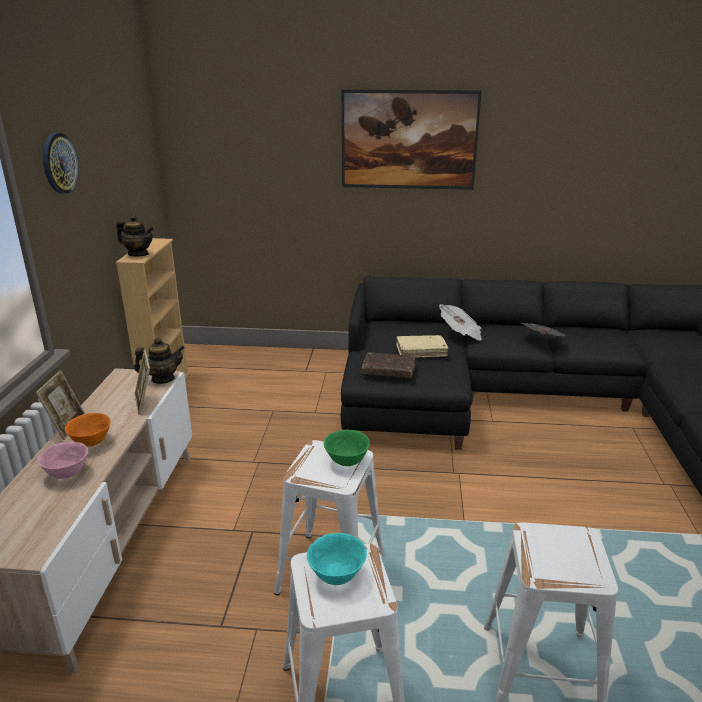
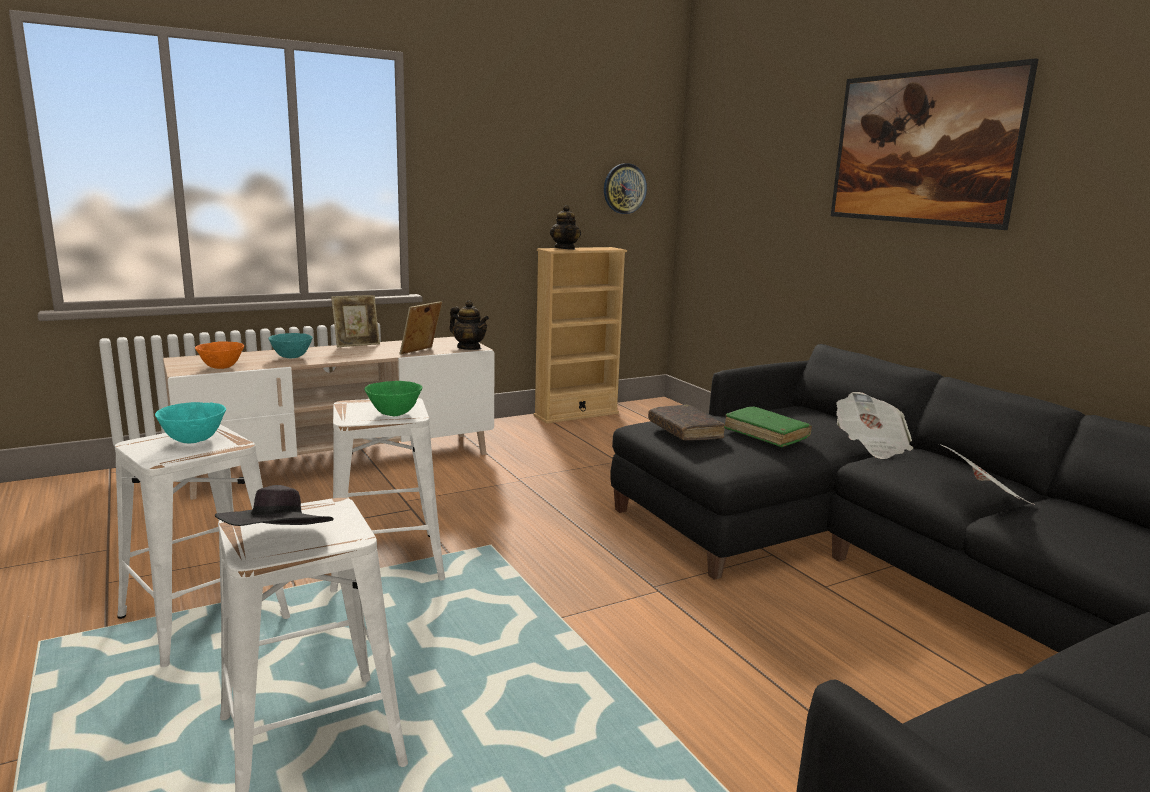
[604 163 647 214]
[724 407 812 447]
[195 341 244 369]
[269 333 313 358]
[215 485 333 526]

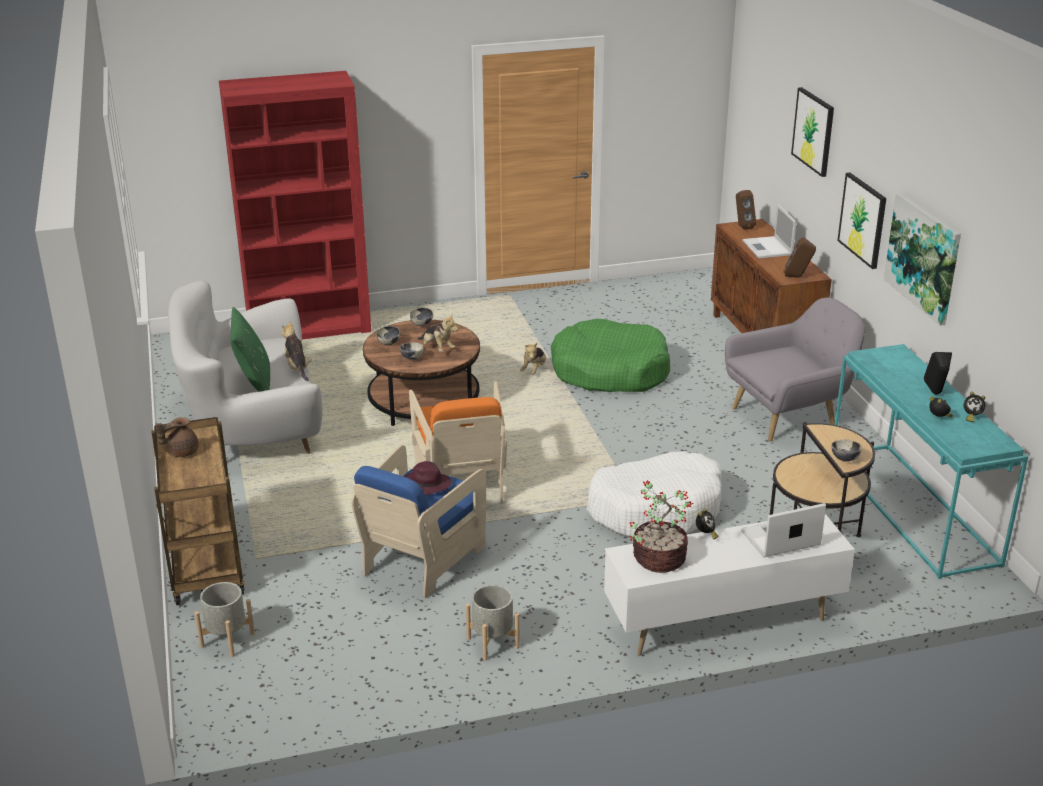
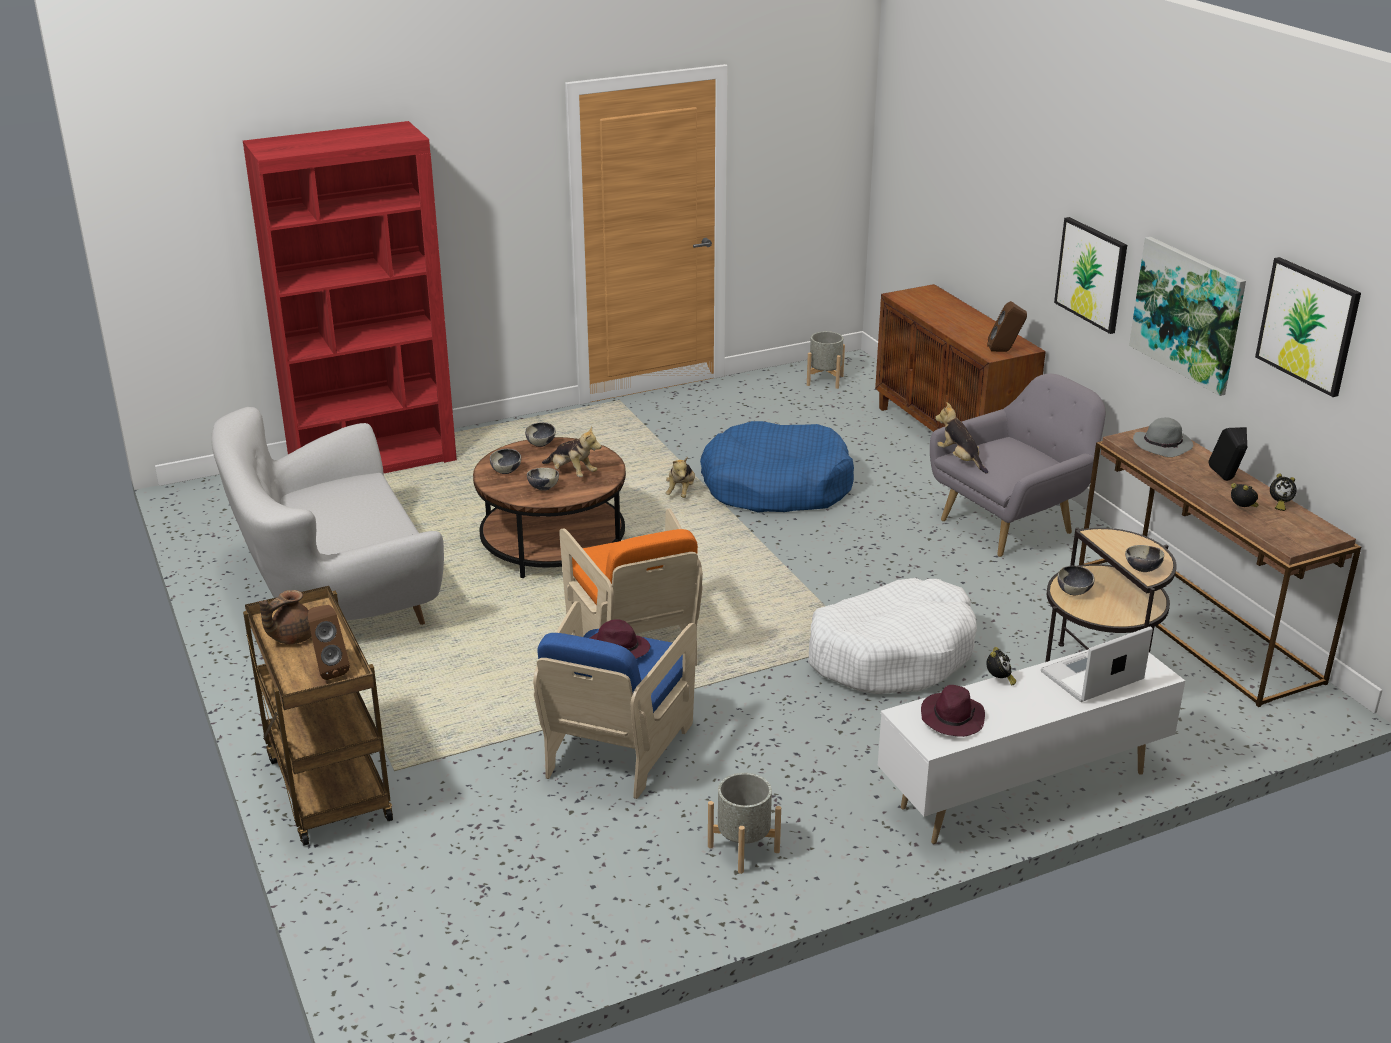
[1255 257 1361 397]
[308 605 350 680]
[742 205 797 258] (first image)
[230 307 270 392] (first image)
[700 421 854 513]
[935 402 988 474]
[1079 426 1361 707]
[921 685 985 737]
[807 331 845 389]
[1133 417 1194 457]
[1058 566 1094 595]

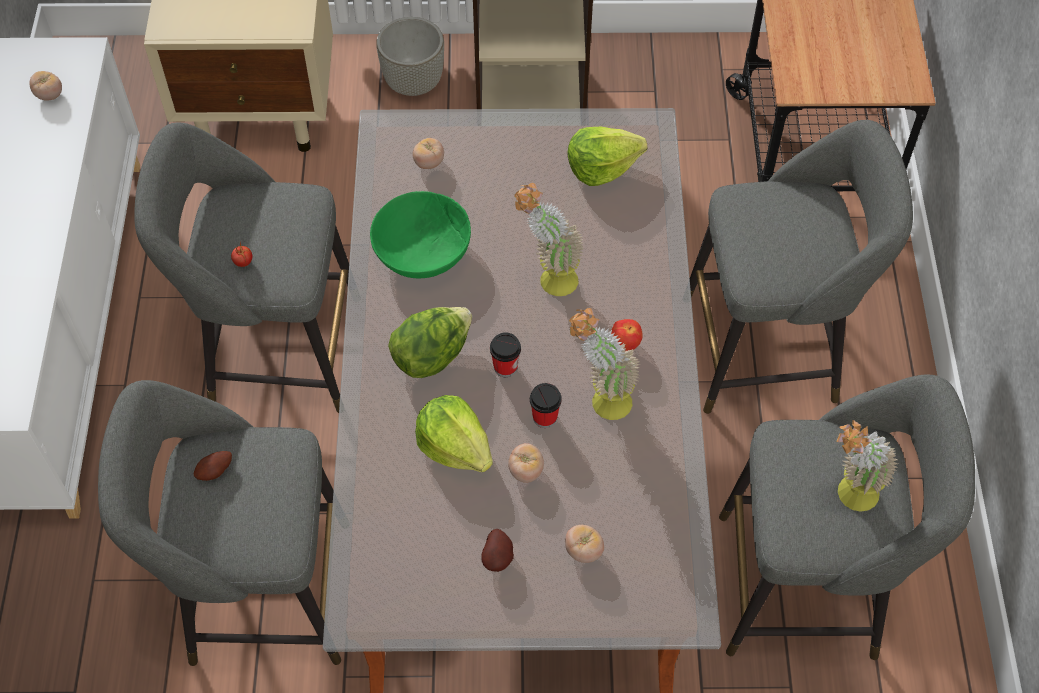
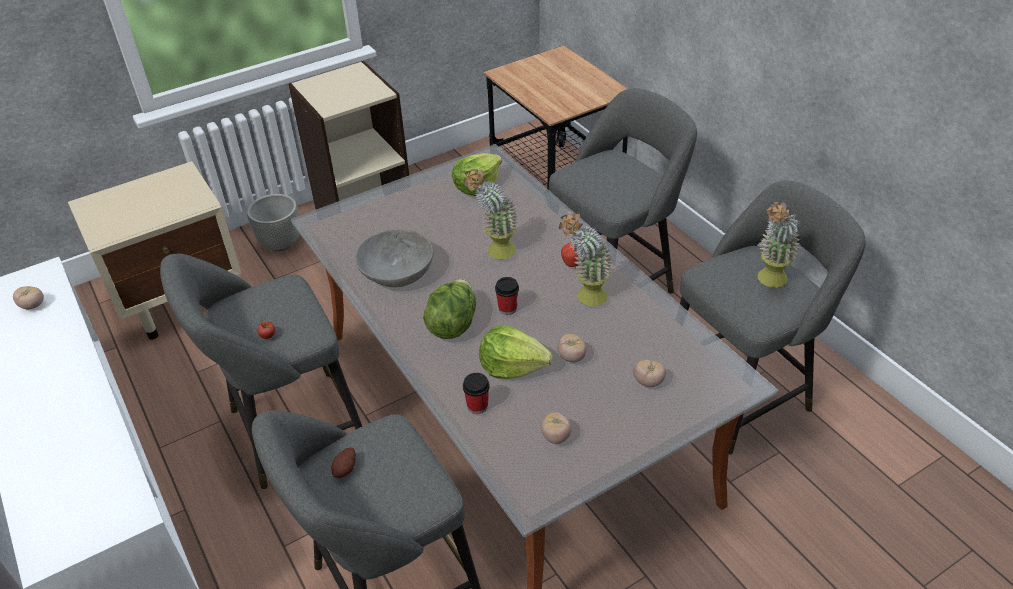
[541 412 572 444]
[355 229 433 287]
[463 373 490 414]
[481 529 514 572] (first image)

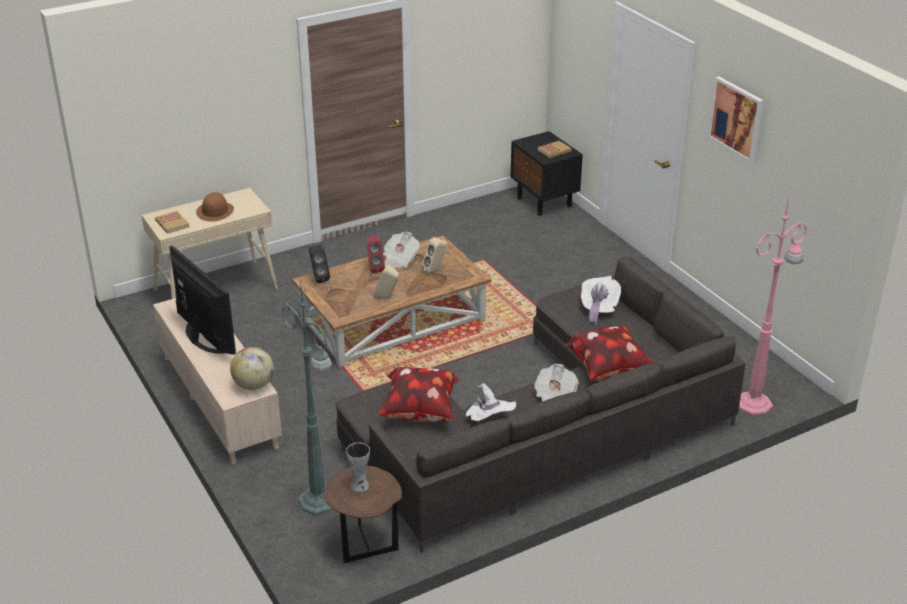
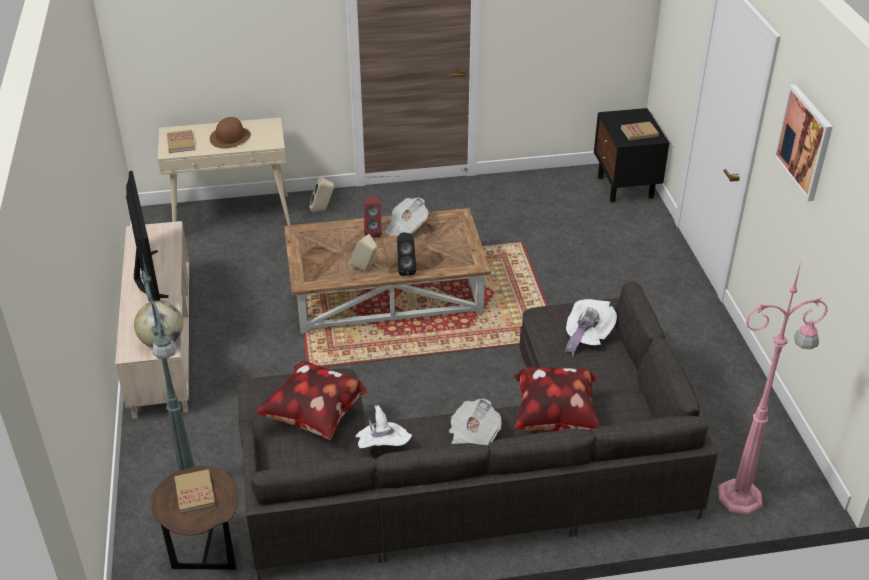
[309 177 334 212]
[397 232 416 276]
[174 469 216 514]

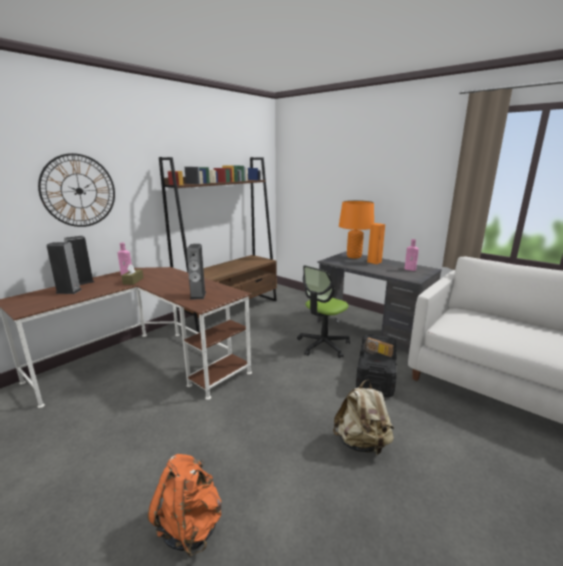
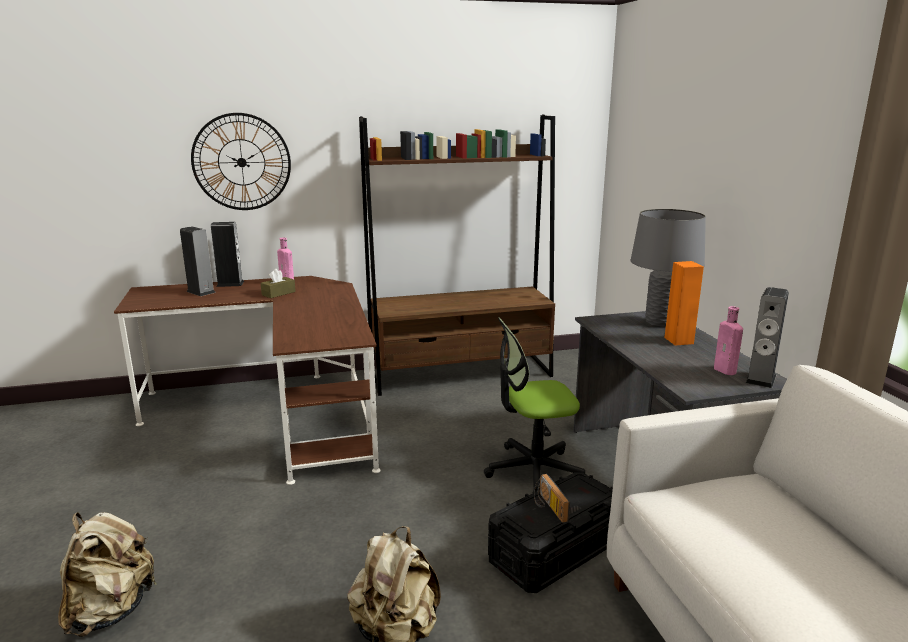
[631 209 706 327]
[746 287 789 388]
[58 512 157 637]

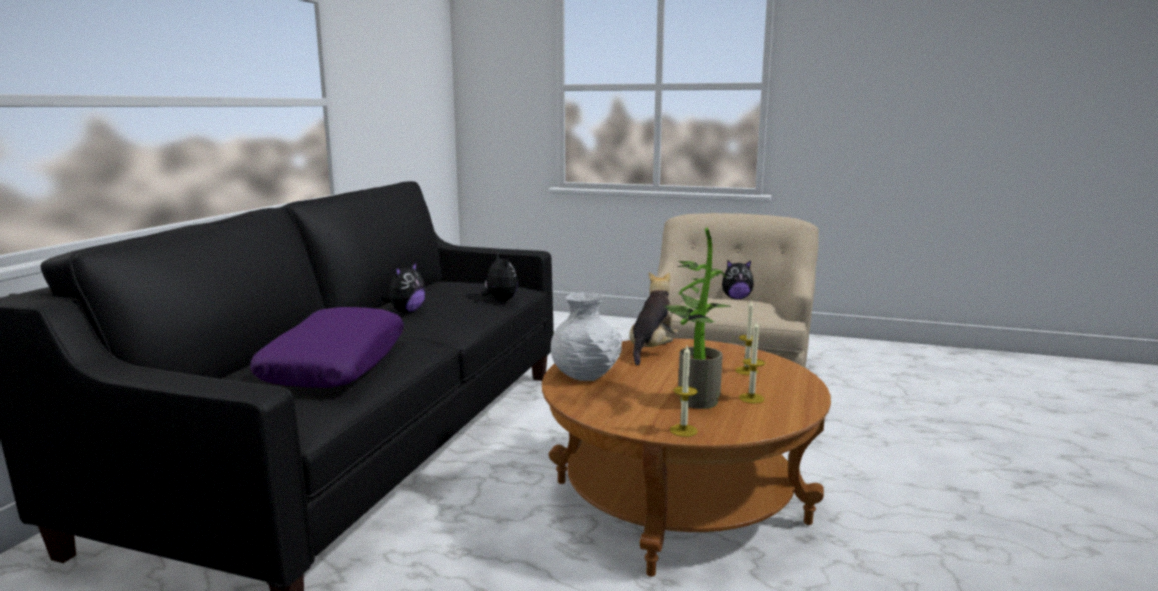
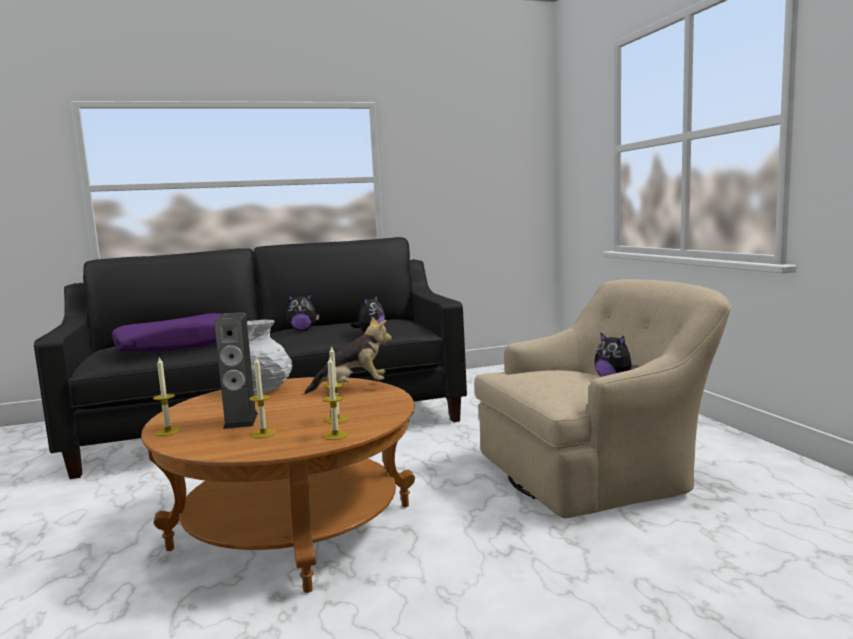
[214 312 258 429]
[322 357 348 440]

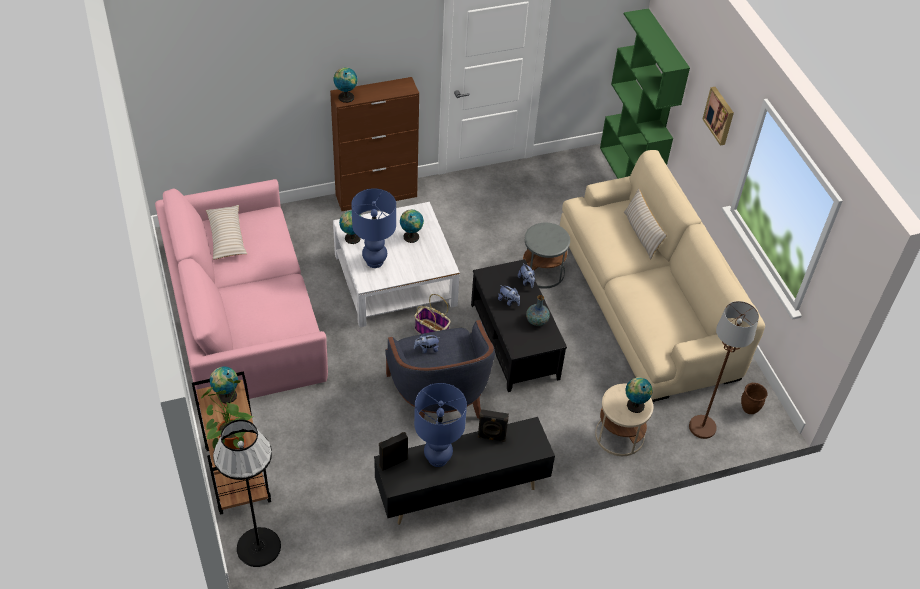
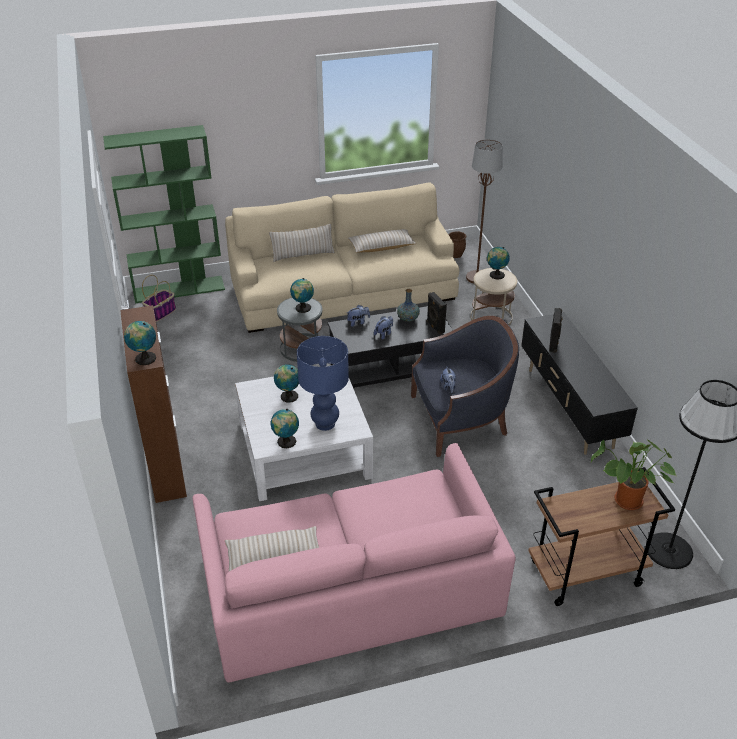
[703 87 734 146] (first image)
[142 275 176 322]
[290 278 314 313]
[414 383 467 467] (first image)
[427 292 447 334]
[348 229 416 253]

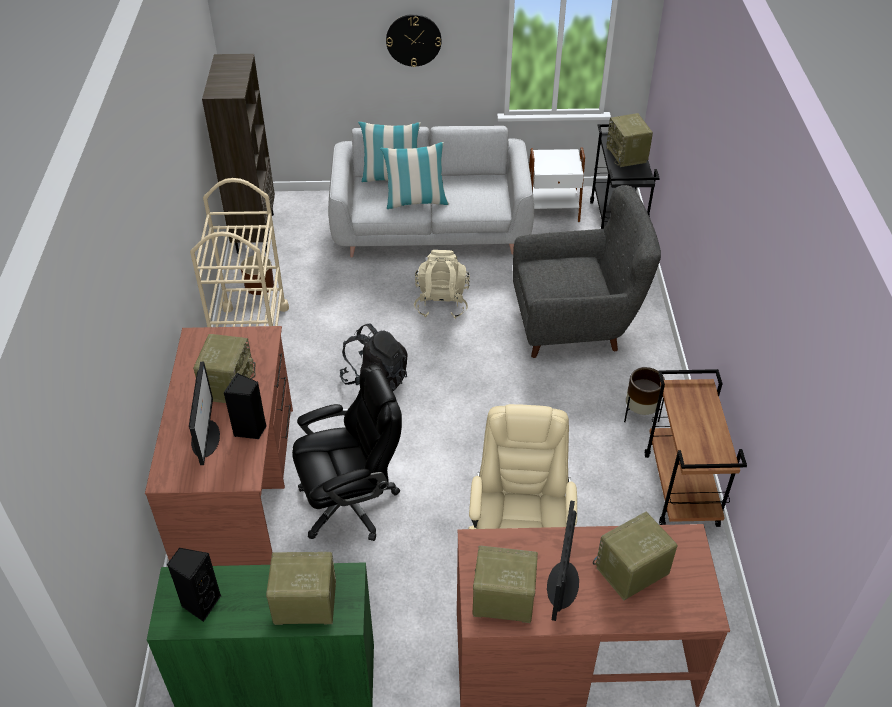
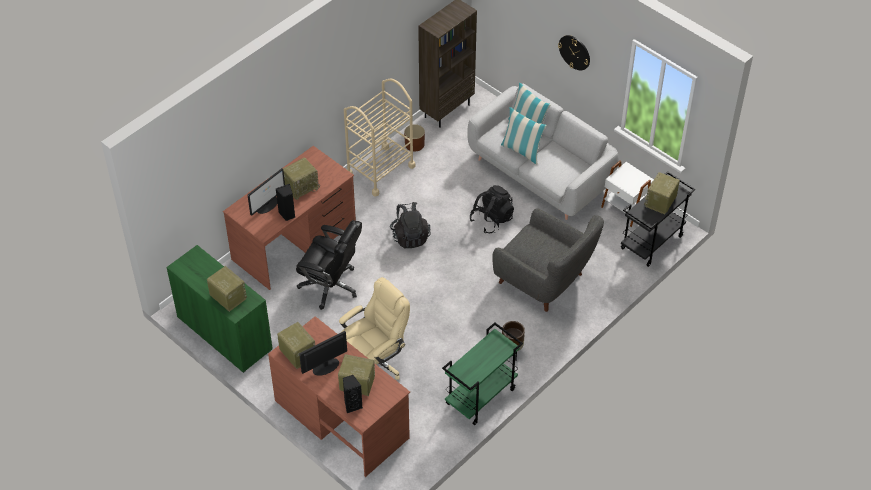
[469 185 514 233]
[442 322 523 425]
[343 375 363 413]

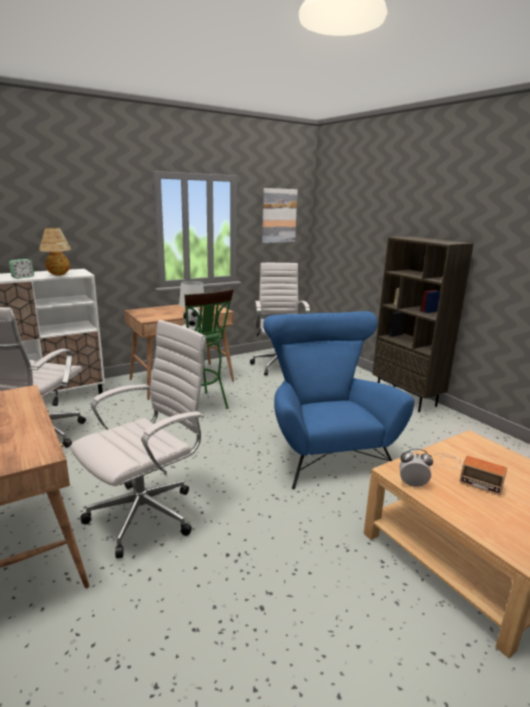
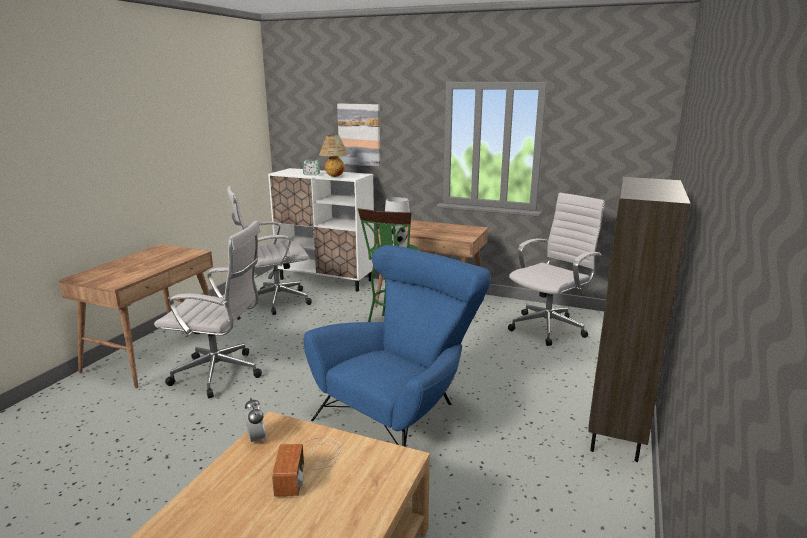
[337 104 380 166]

